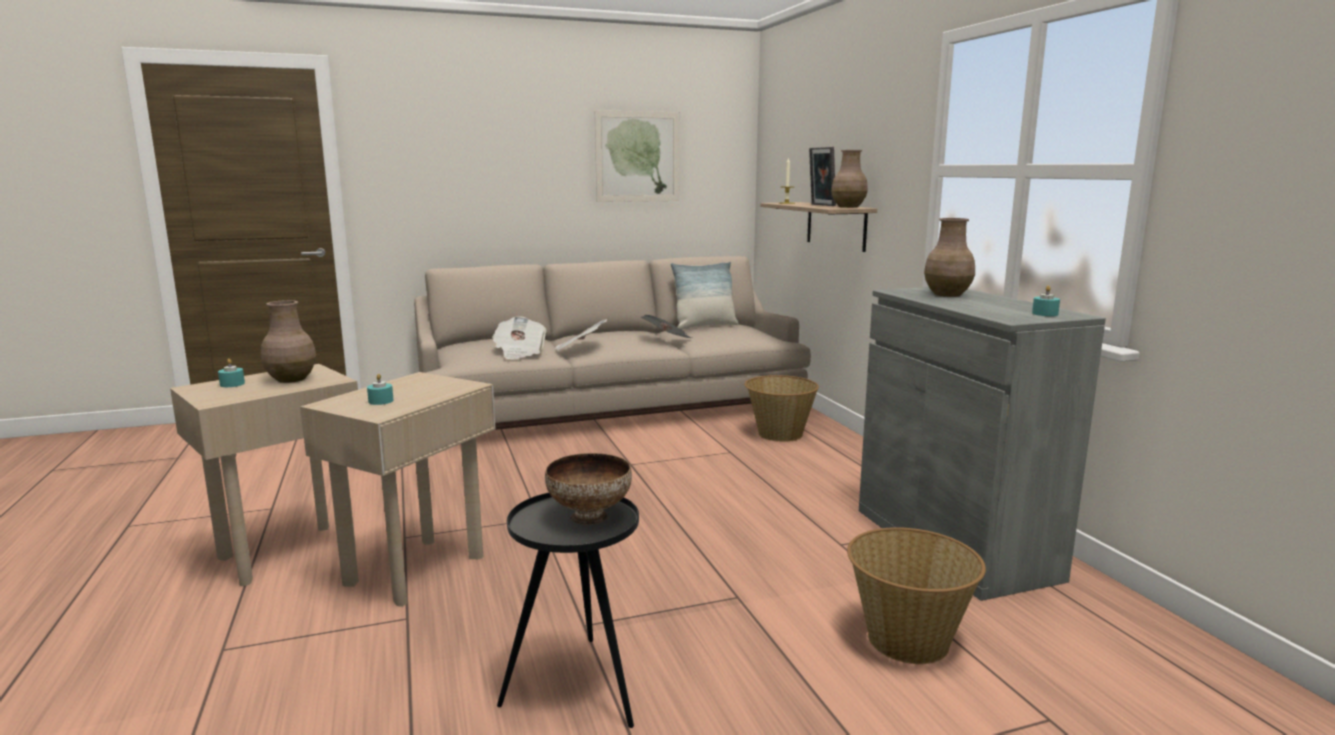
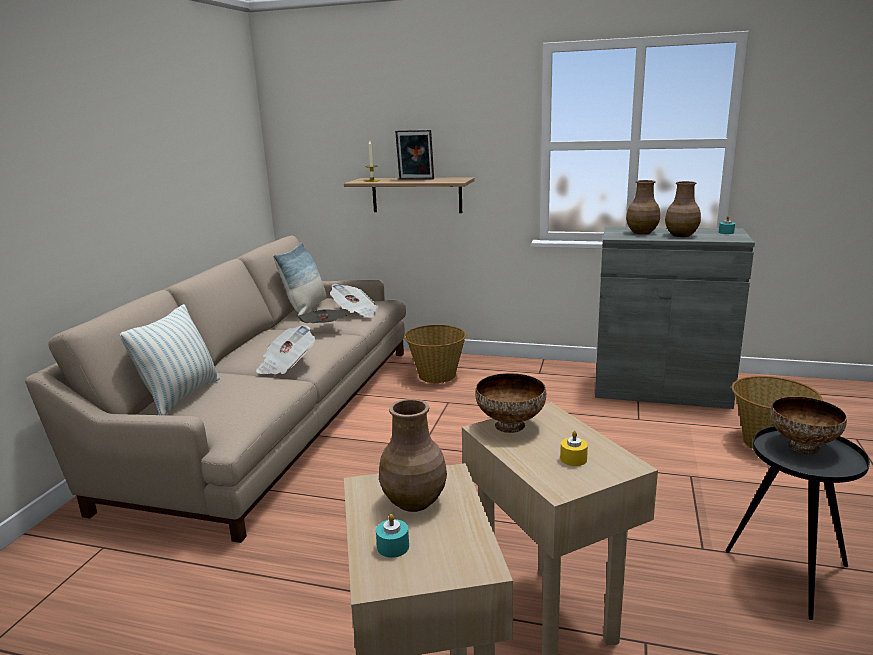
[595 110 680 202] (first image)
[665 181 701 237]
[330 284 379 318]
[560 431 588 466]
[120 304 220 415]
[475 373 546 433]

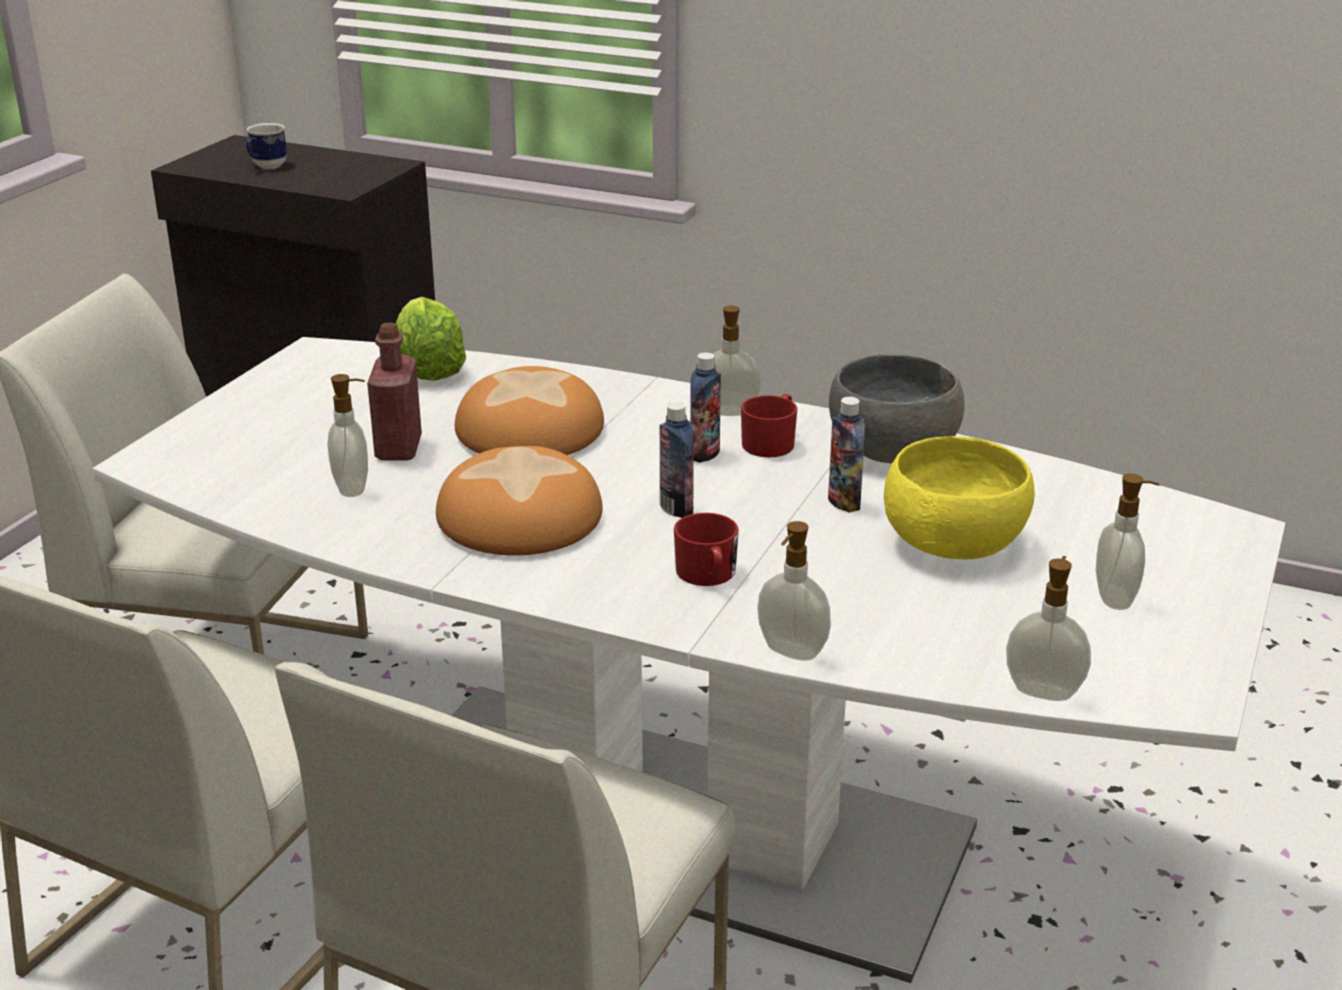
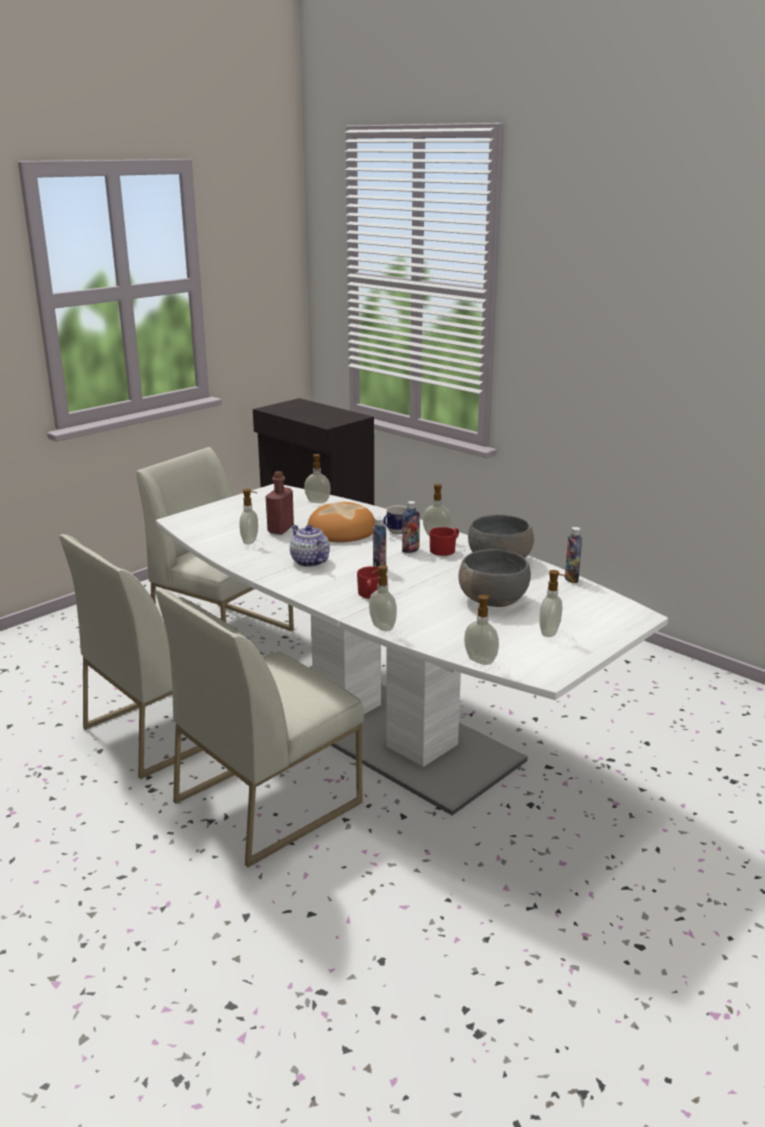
[384 505 407 535]
[304 454 331 503]
[565 527 582 583]
[458 549 531 607]
[290 525 330 567]

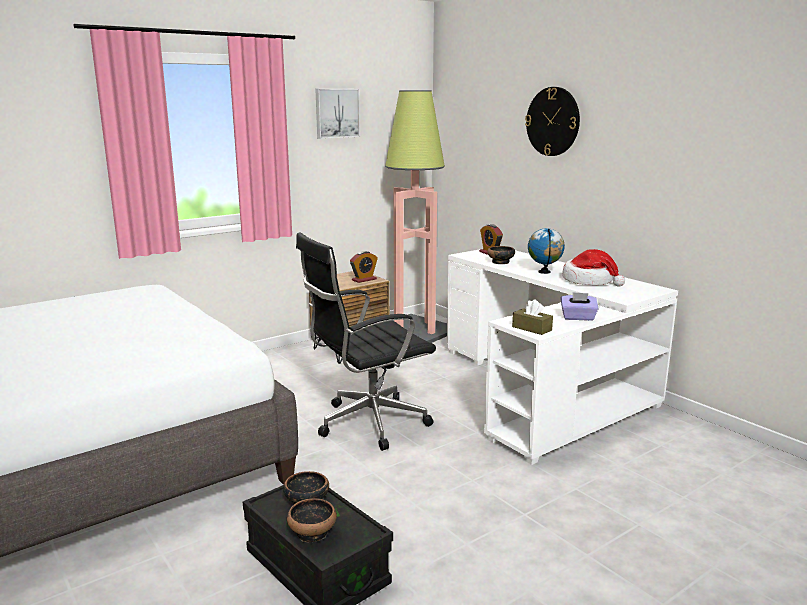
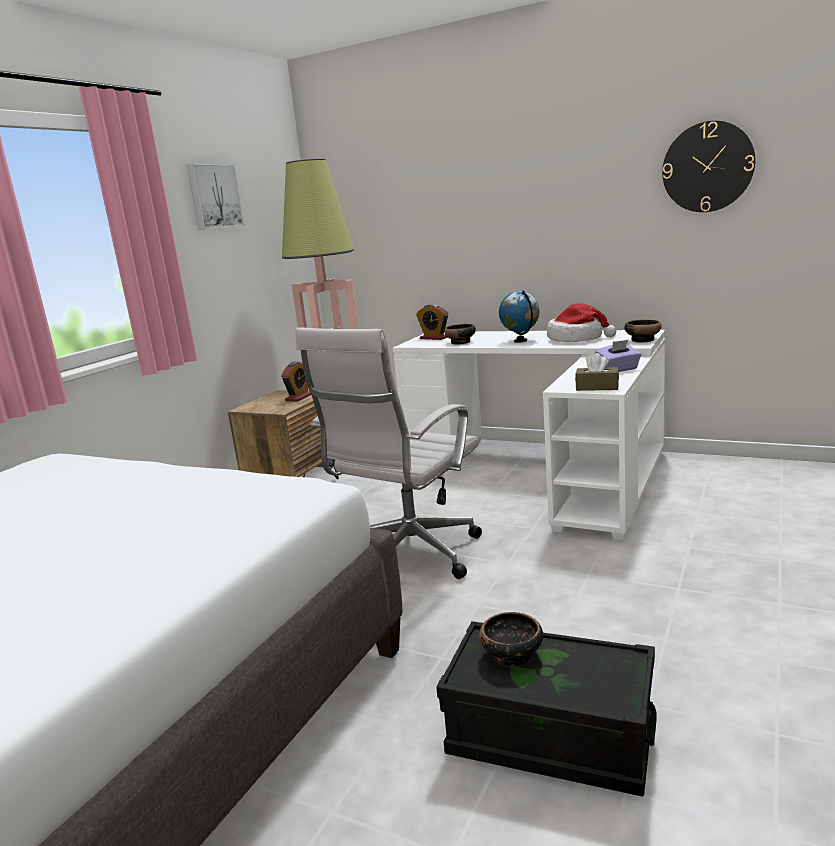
[662 121 755 212]
[295 328 482 579]
[624 319 662 343]

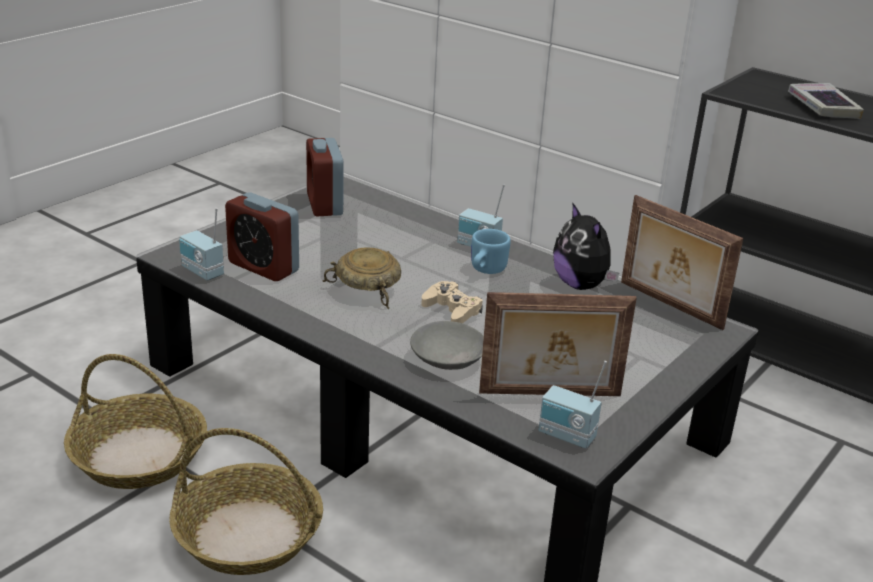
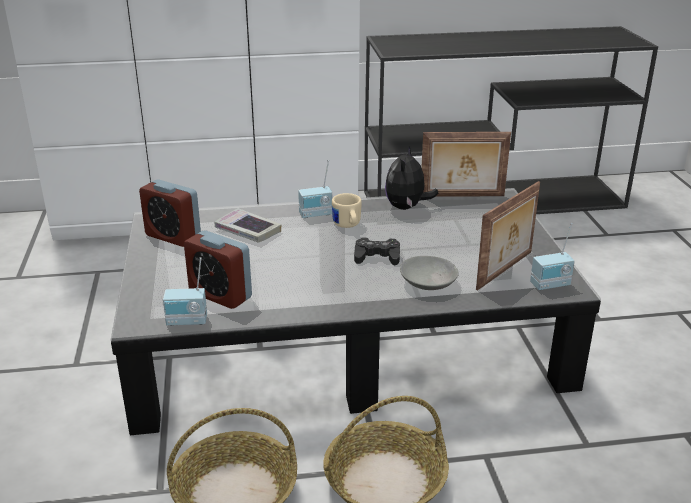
[215 208 281 243]
[184 230 252 309]
[385 147 438 210]
[332 193 362 228]
[322 248 401 309] (first image)
[354 238 400 265]

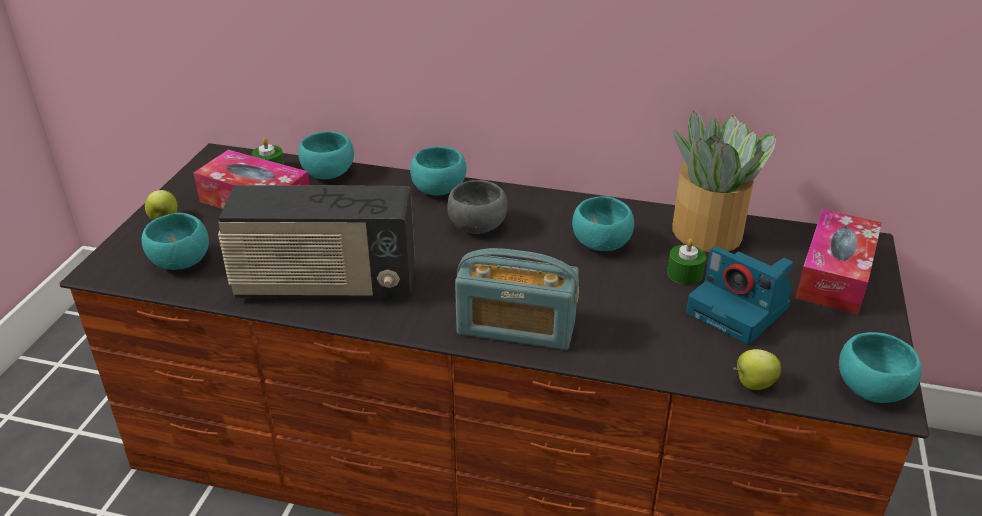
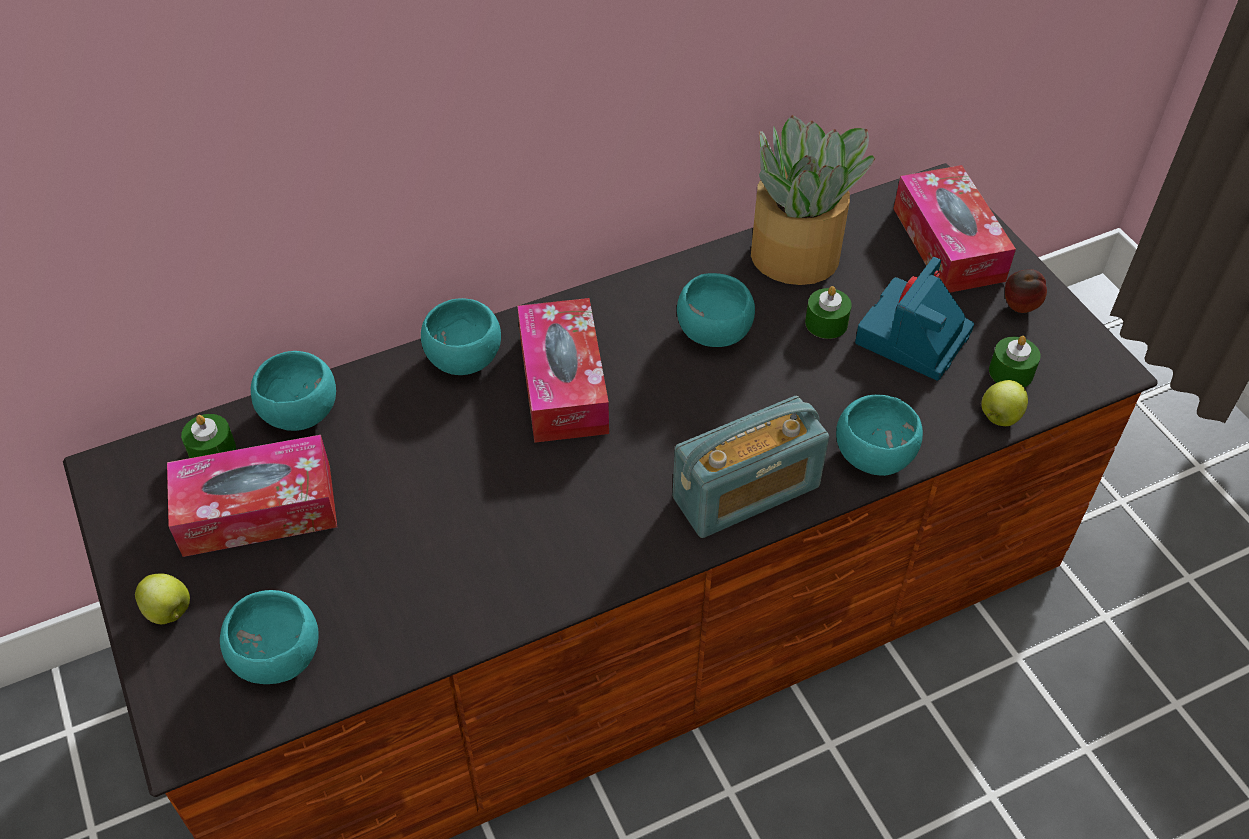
[517 298 609 443]
[218 185 415 300] (first image)
[855 257 974 380]
[836 395 923 476]
[1005 269 1047 313]
[989 336 1041 387]

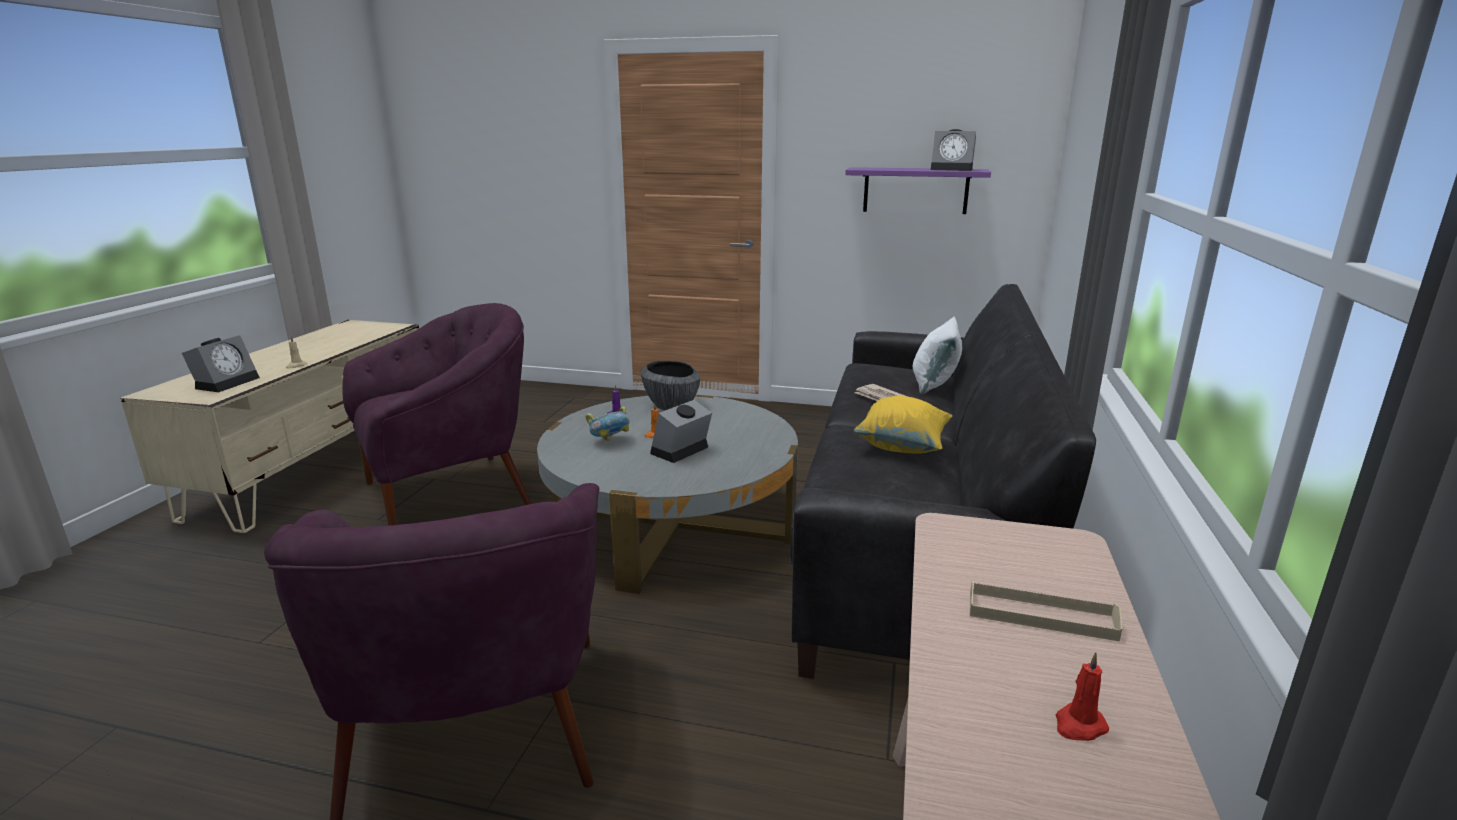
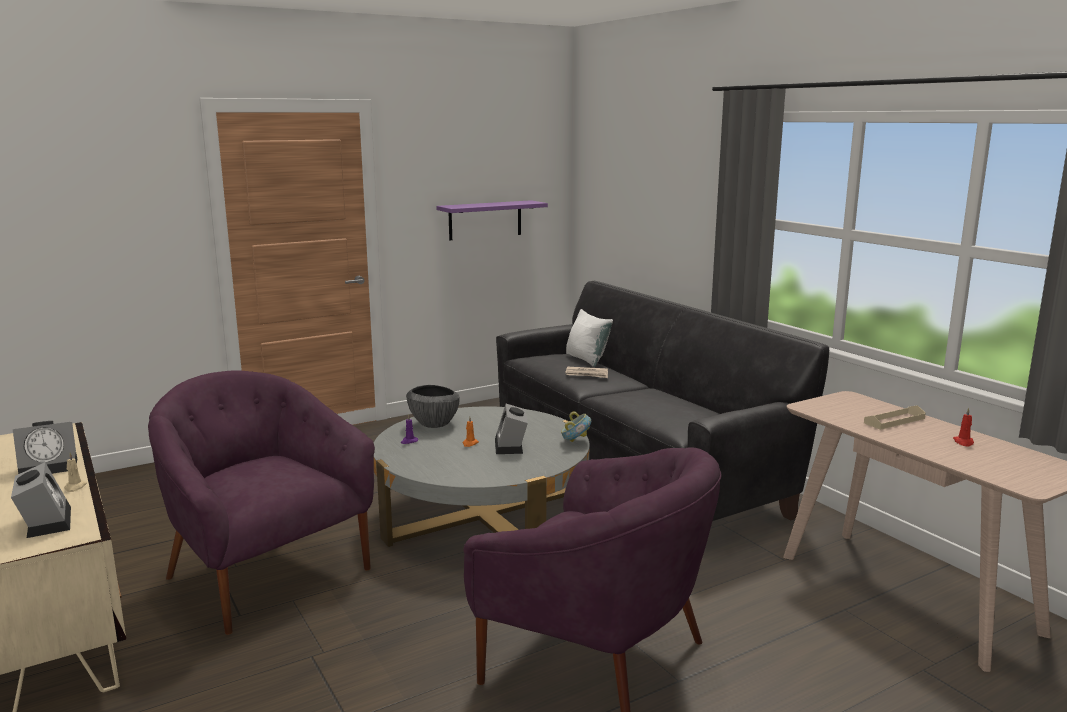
[13 421 77 474]
[148 370 375 635]
[854 396 953 454] (first image)
[561 412 591 442]

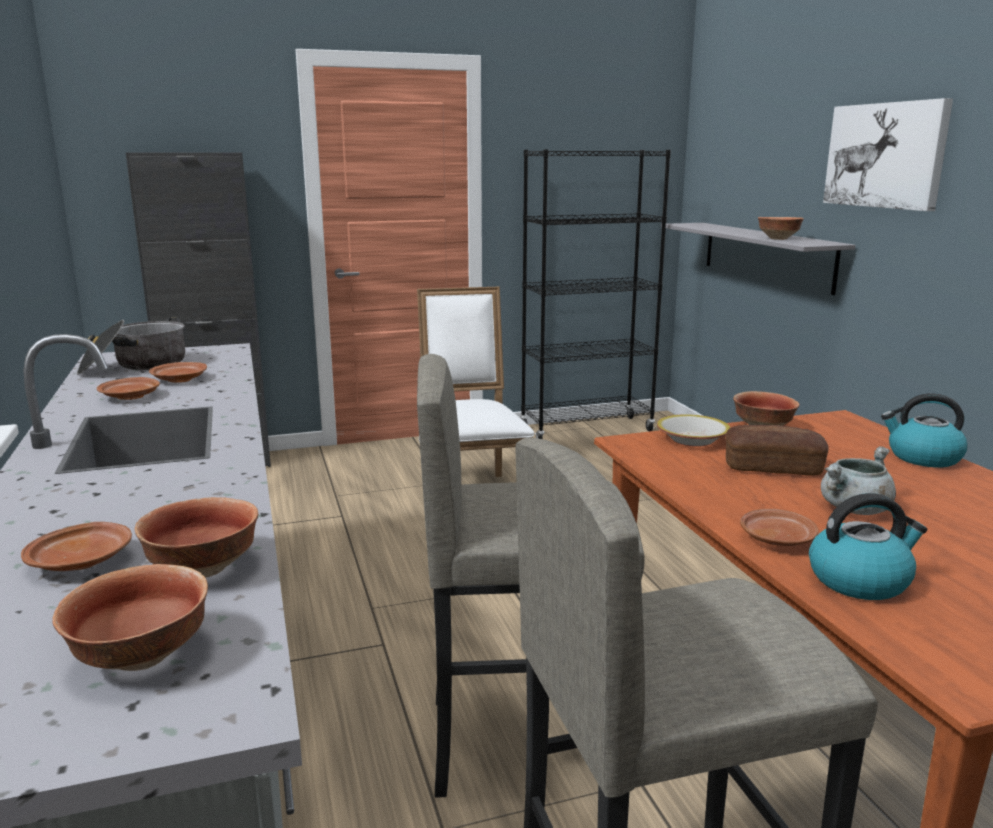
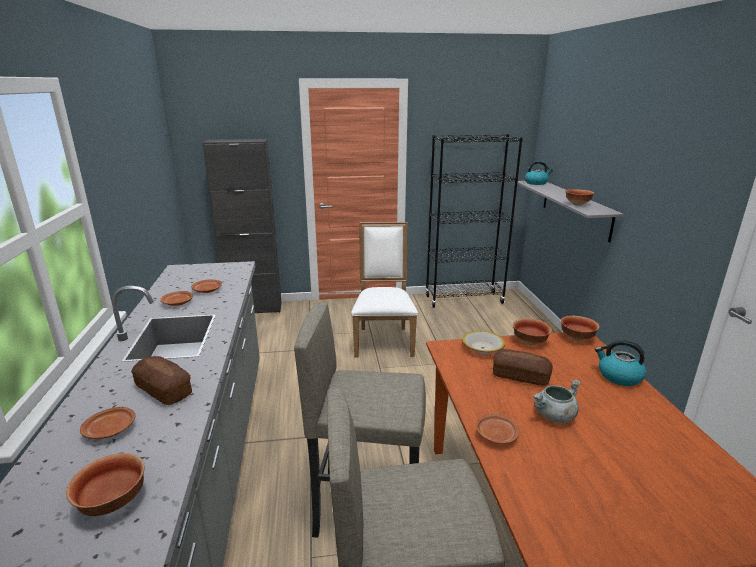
[823 98 953 211] (first image)
[77 317 185 375] (first image)
[525 161 553 185]
[561 316 599 342]
[131 356 192 405]

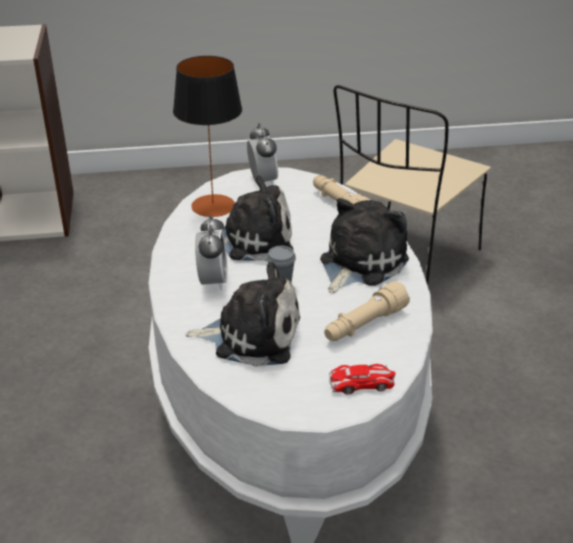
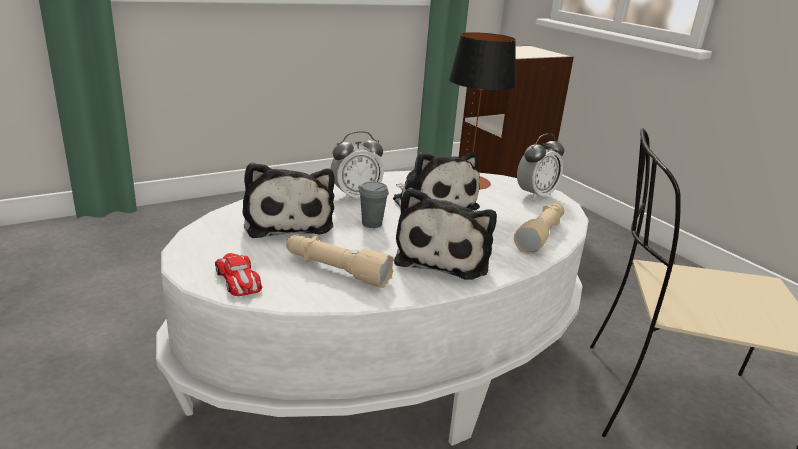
[394 187 497 280]

